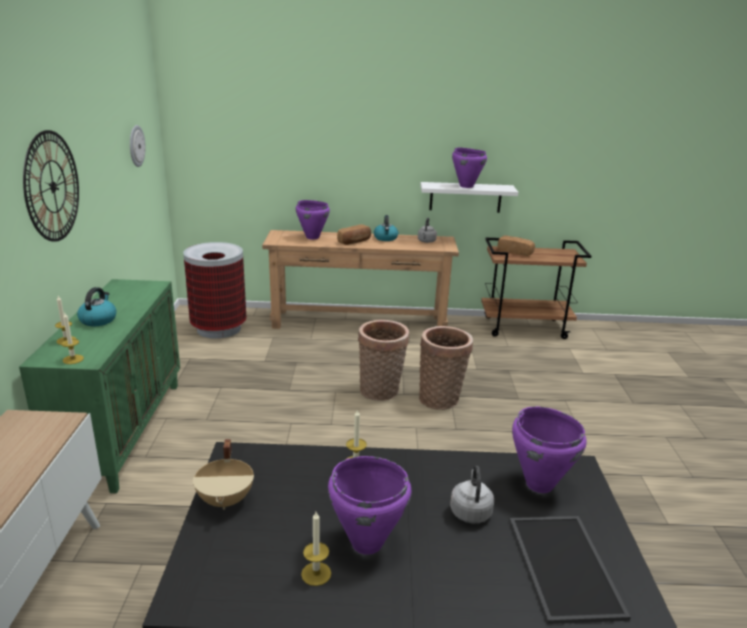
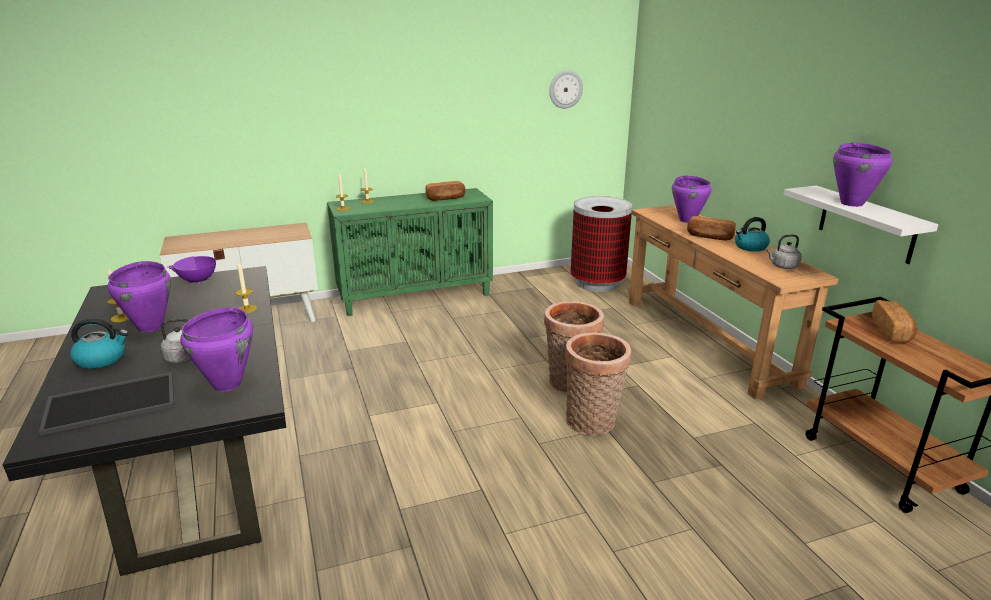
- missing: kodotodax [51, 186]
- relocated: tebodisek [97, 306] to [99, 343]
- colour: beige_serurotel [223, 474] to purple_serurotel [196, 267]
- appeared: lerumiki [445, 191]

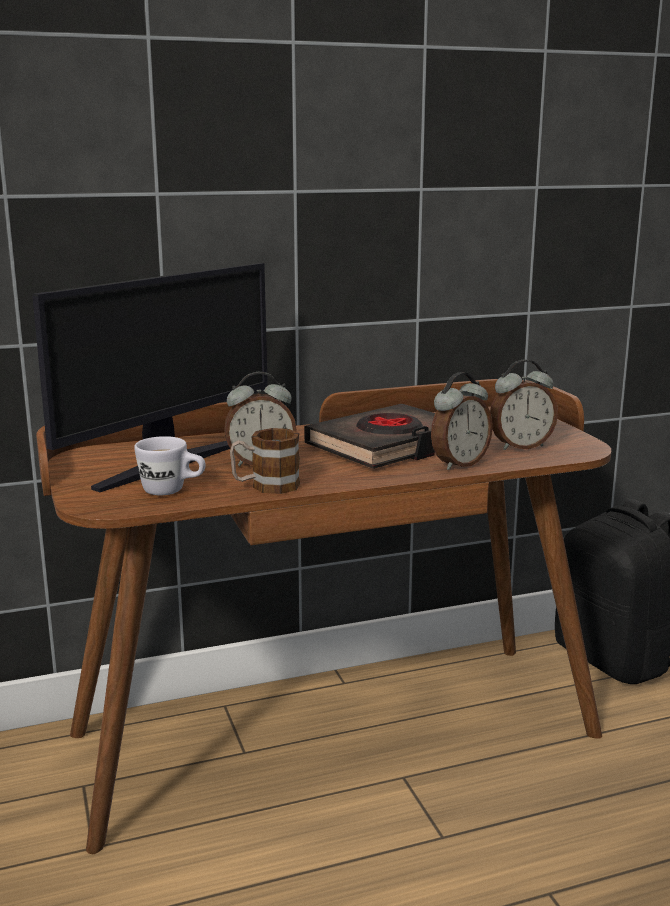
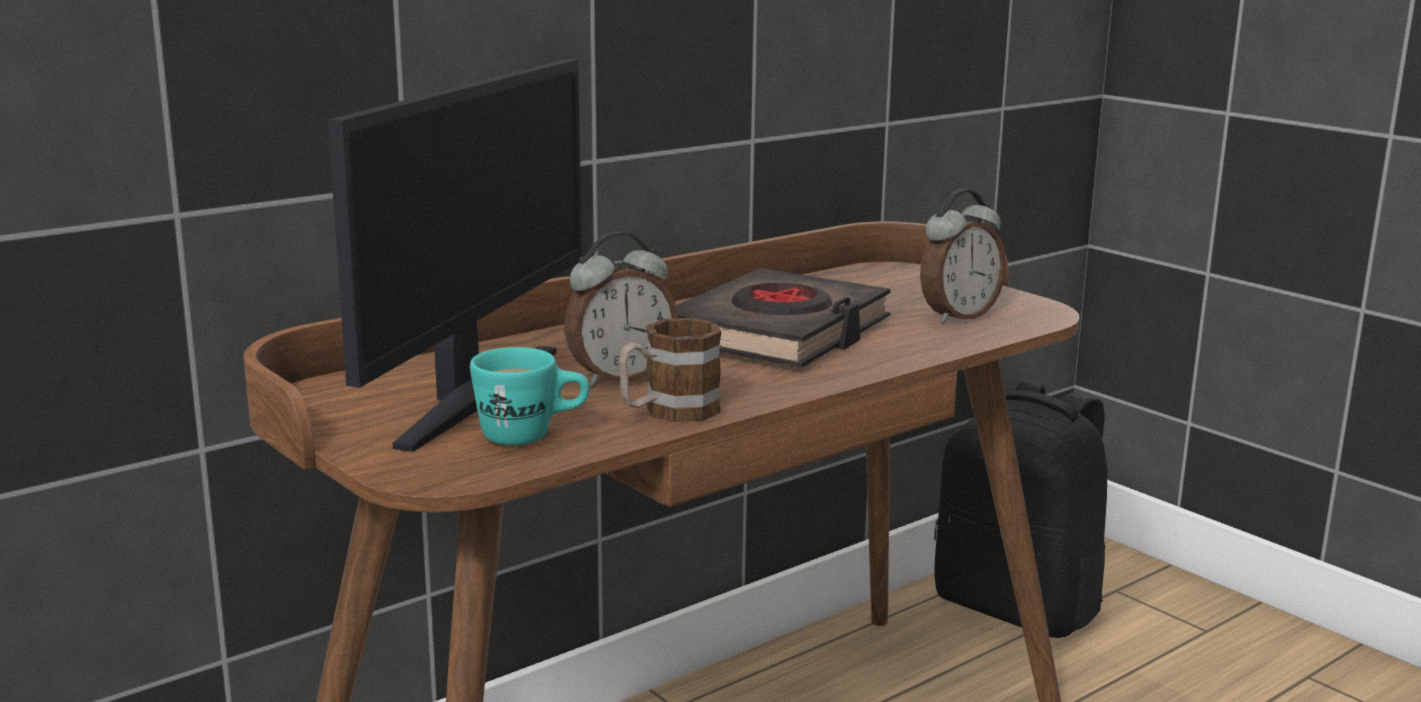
- missing: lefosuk [462, 421]
- colour: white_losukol [170, 465] to turquoise_losukol [529, 396]

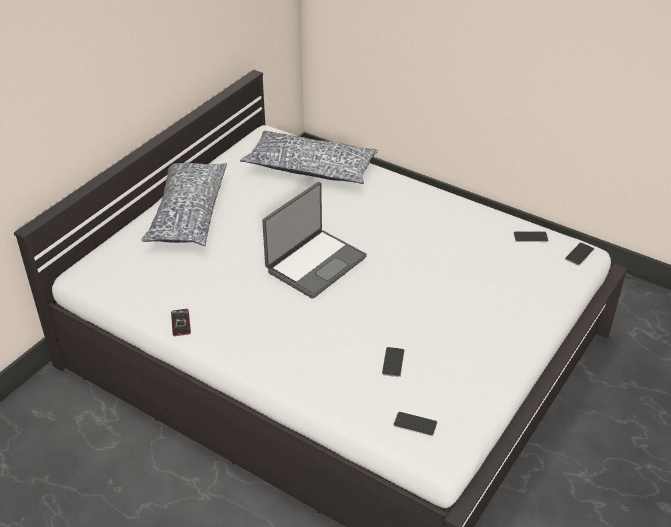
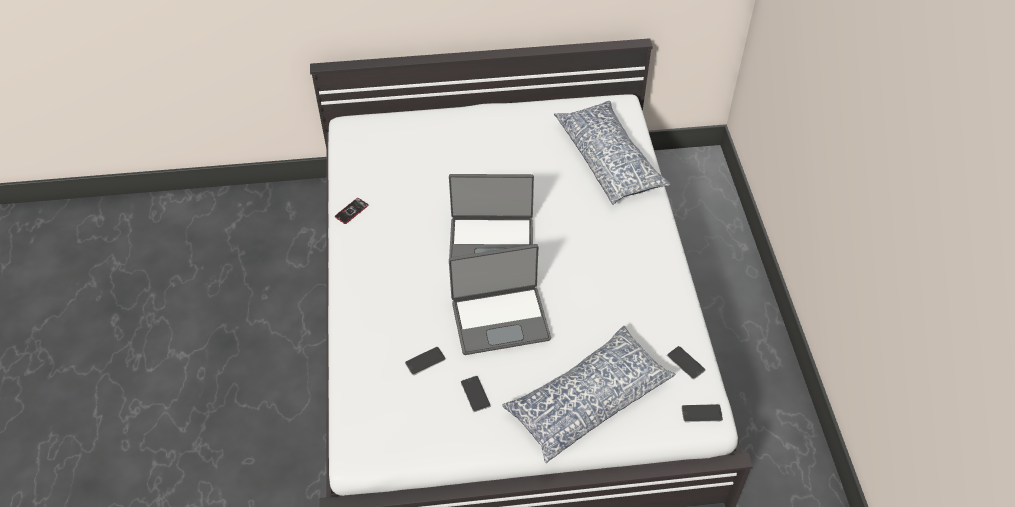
- relocated: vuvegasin [184, 204] to [589, 394]
- relocated: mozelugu [415, 424] to [476, 394]
- appeared: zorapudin [500, 299]

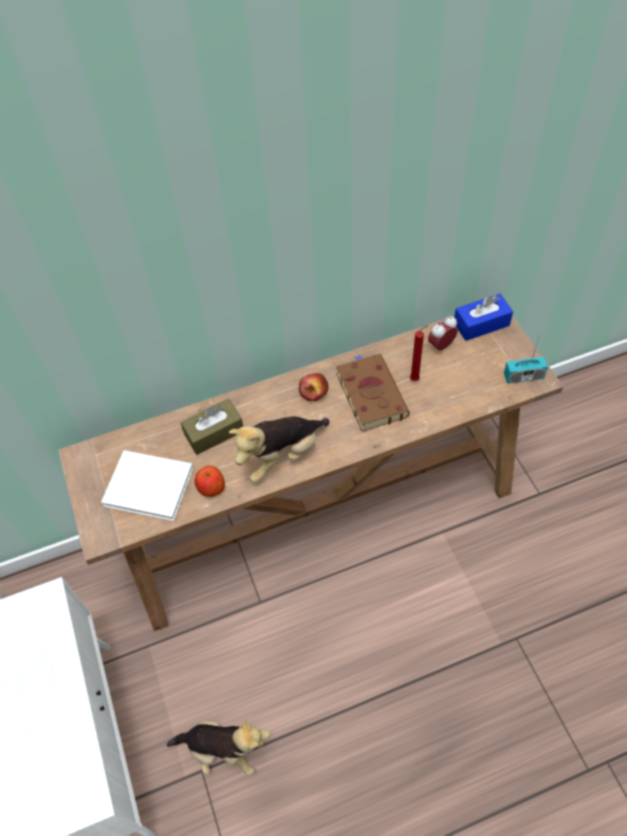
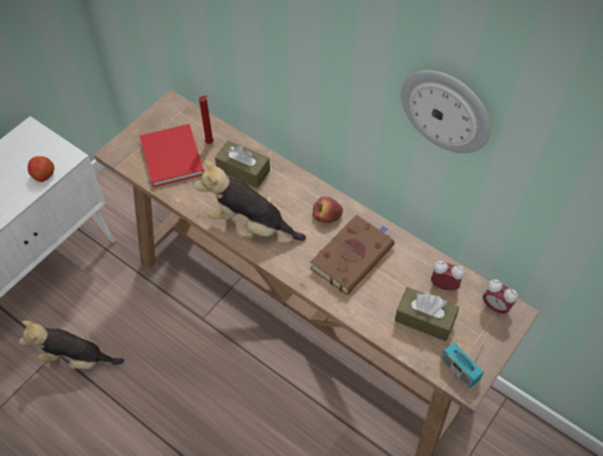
- exchanged: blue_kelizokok [483, 317] to lefosuk [500, 298]
- relocated: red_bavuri [419, 353] to [206, 119]
- colour: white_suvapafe [147, 485] to red_suvapafe [172, 155]
- relocated: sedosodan [210, 481] to [41, 169]
- spun: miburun [218, 747] = [71, 344] 120 degrees clockwise
- appeared: kodotodax [446, 111]
- appeared: brown_kelizokok [427, 314]

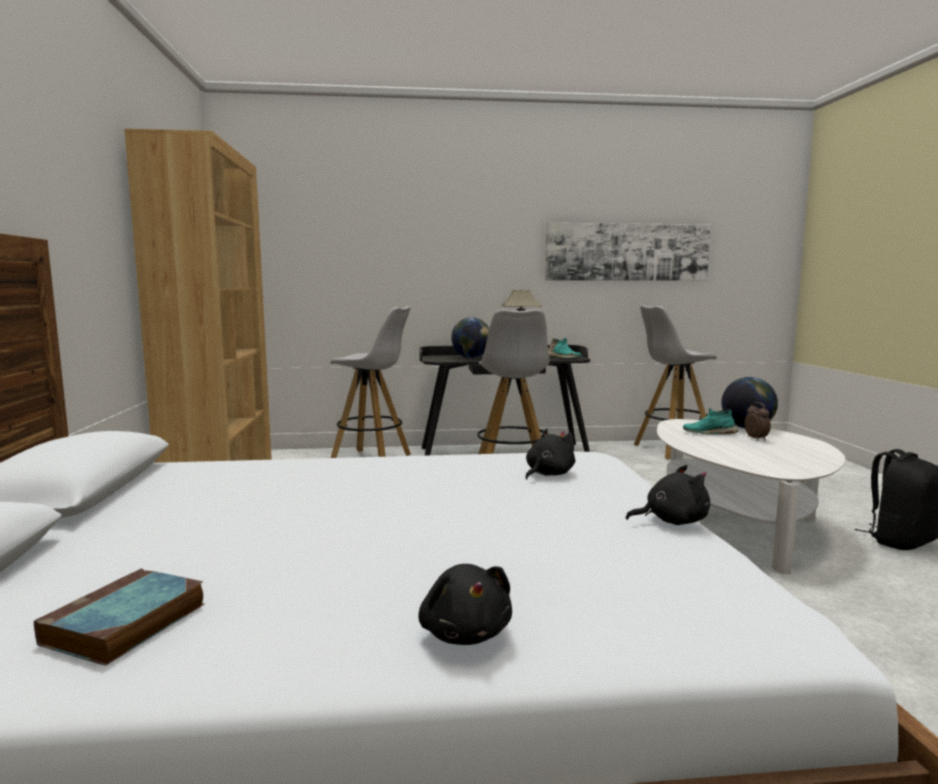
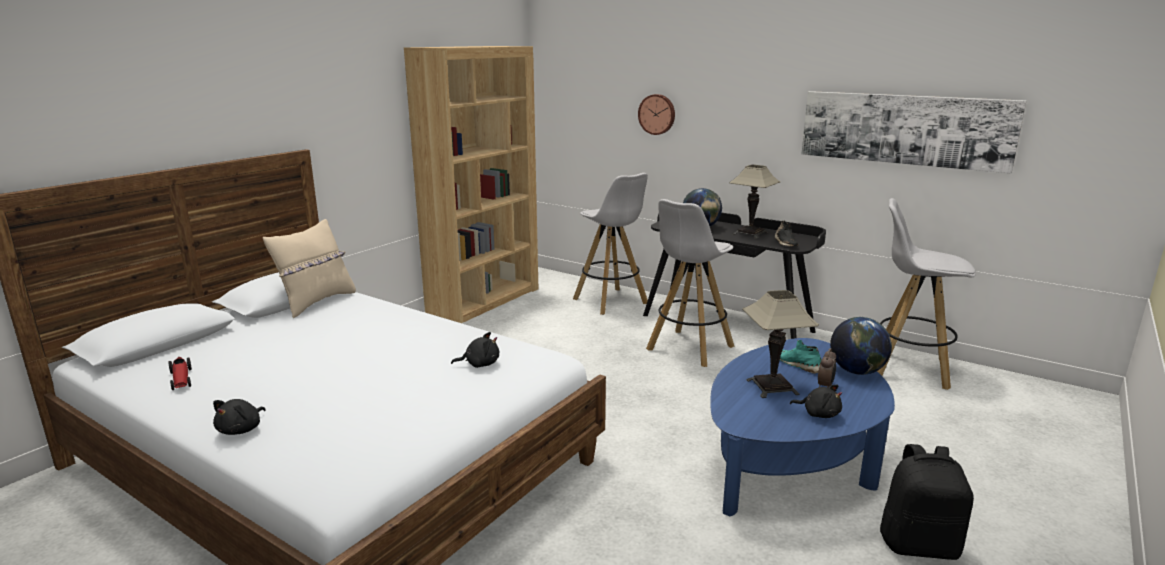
- colour: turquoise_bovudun [564, 348] to black_bovudun [786, 234]
- colour: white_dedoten [751, 496] to blue_dedoten [802, 427]
- relocated: black_miburun [668, 495] to [816, 401]
- exchanged: suvapafe [119, 617] to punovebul [180, 373]
- appeared: kodotodax [656, 114]
- appeared: beige_vuvegasin [309, 268]
- appeared: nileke [780, 344]

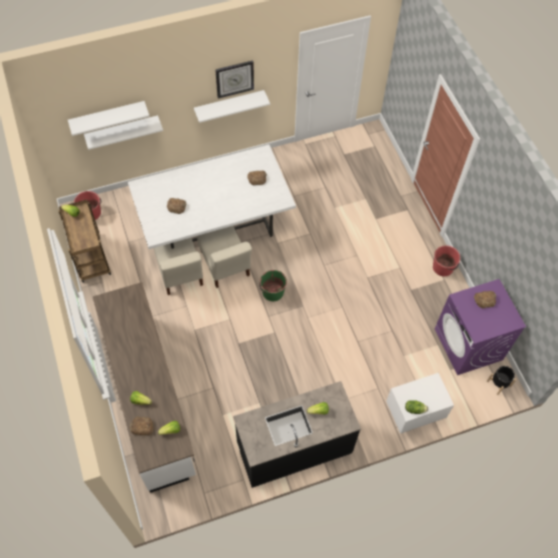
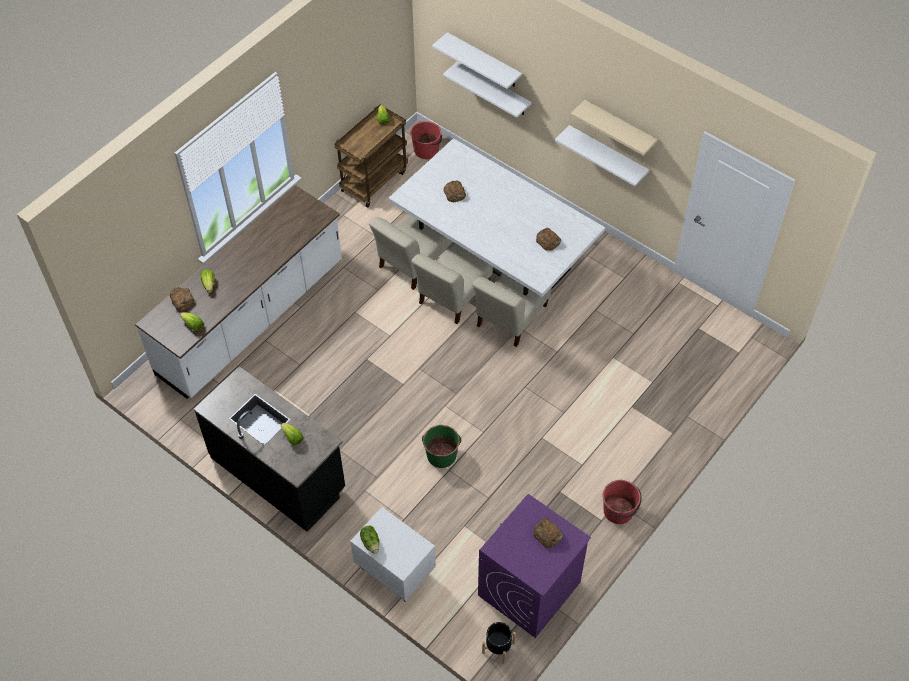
- exchanged: kodotodax [234, 79] to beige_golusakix [614, 128]
- relocated: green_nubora [273, 285] to [441, 446]
- appeared: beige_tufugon [512, 310]

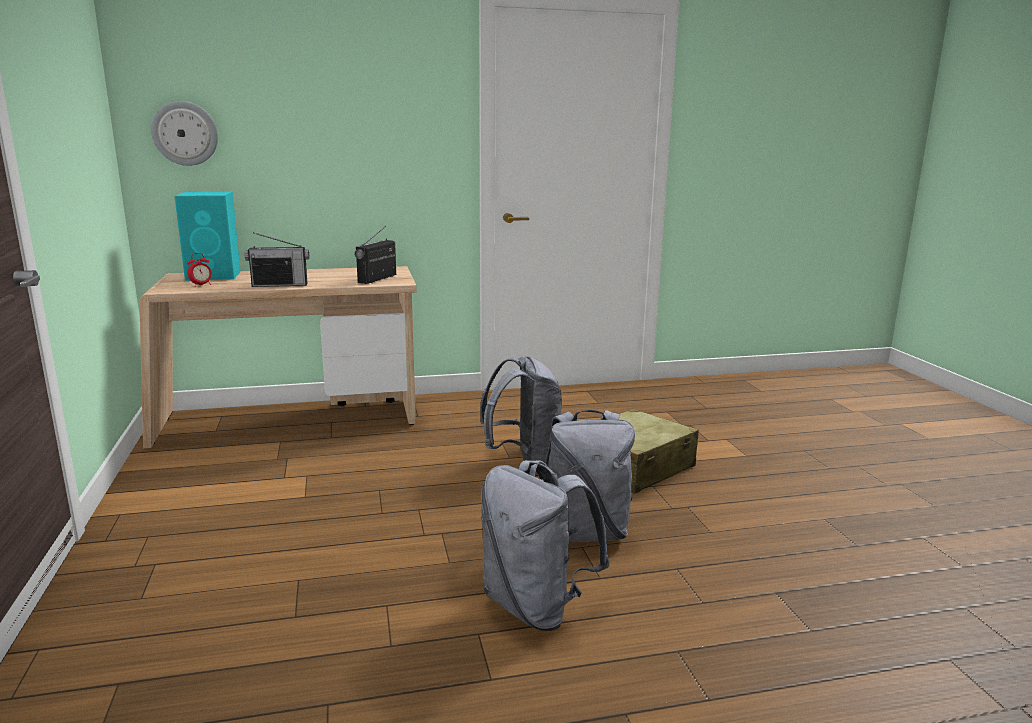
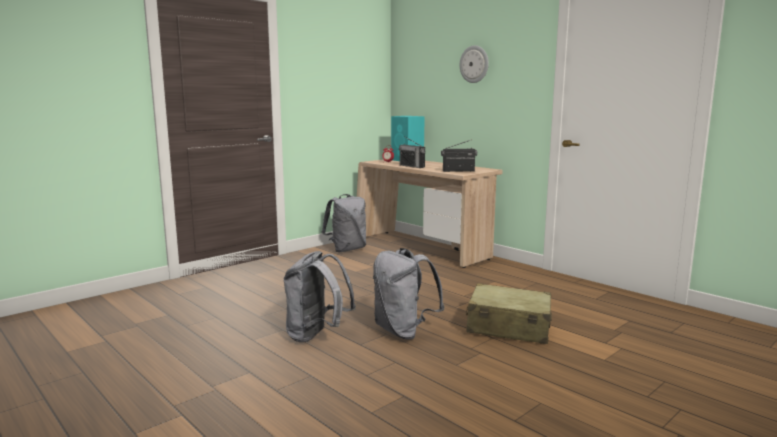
- relocated: kodotodax [184, 133] to [474, 64]
- relocated: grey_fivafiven [521, 409] to [344, 223]

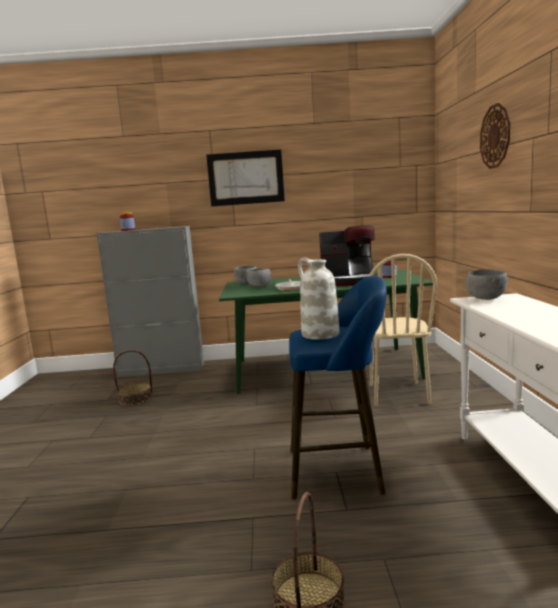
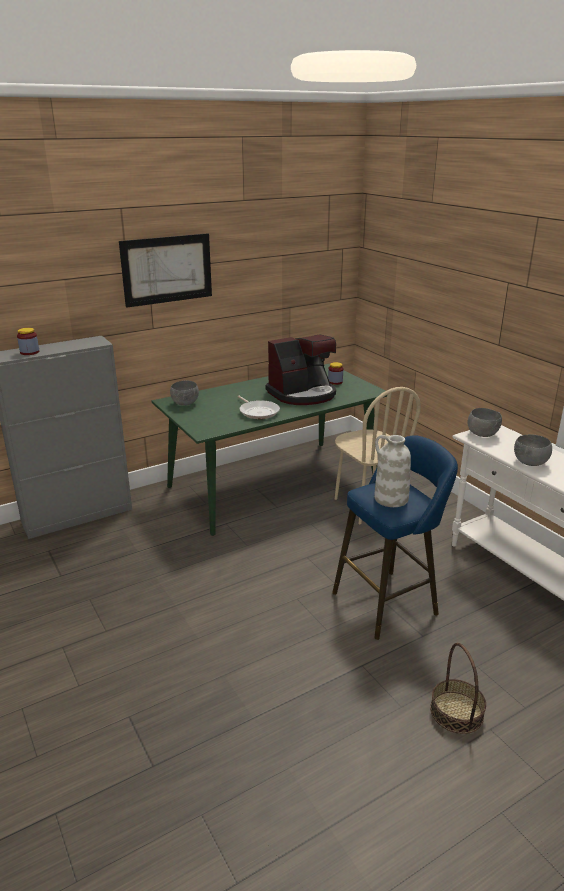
- missing: kodotodax [495, 136]
- relocated: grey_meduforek [258, 277] to [533, 450]
- missing: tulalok [133, 378]

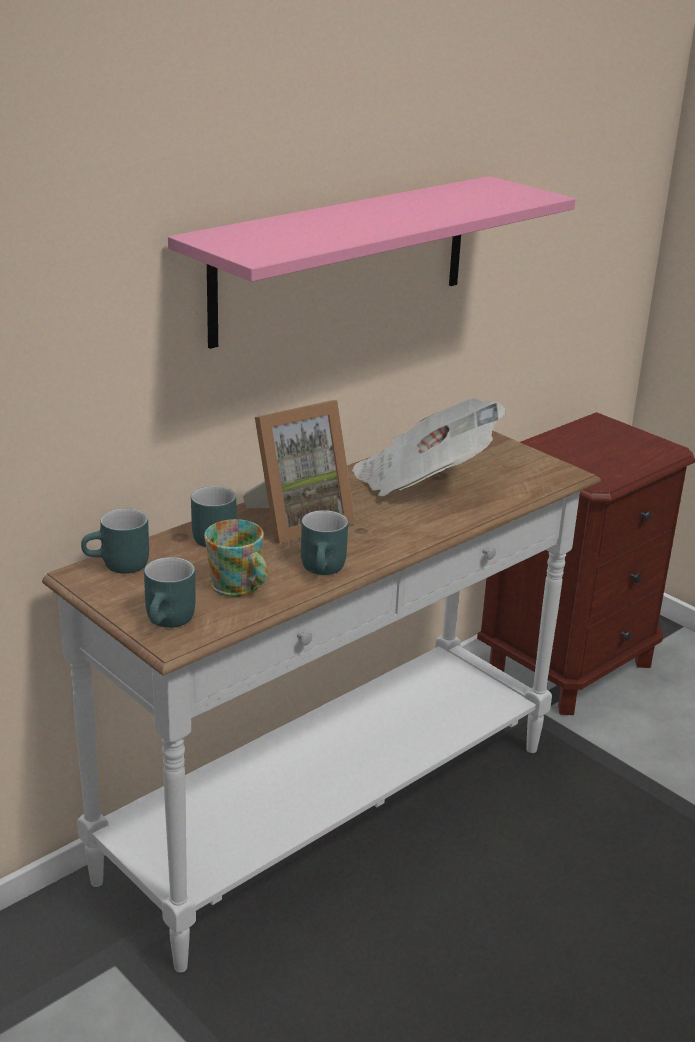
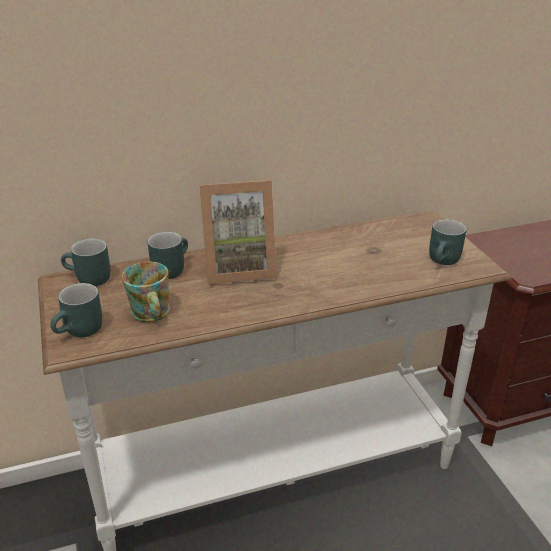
- missing: pink_golusakix [372, 262]
- missing: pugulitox [429, 447]
- relocated: turquoise_losukol [324, 542] to [447, 242]

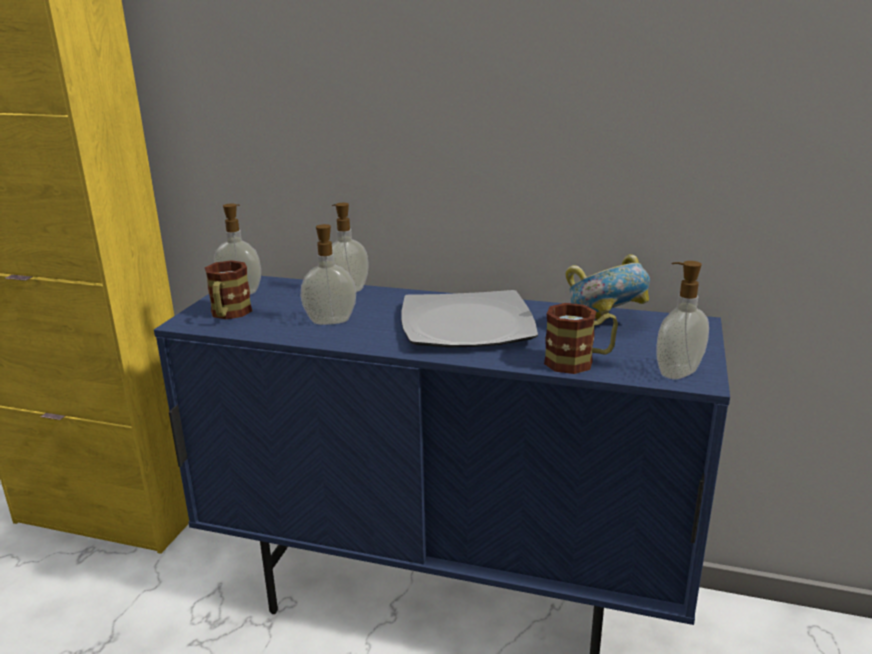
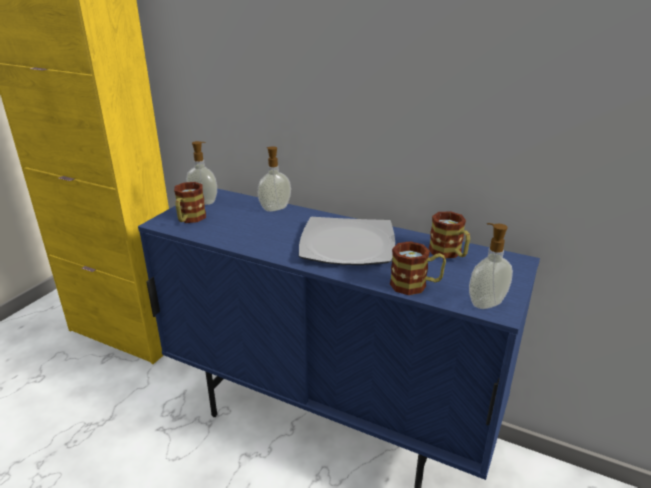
- missing: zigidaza [328, 274]
- exchanged: meduforek [607, 287] to losukol [449, 234]

